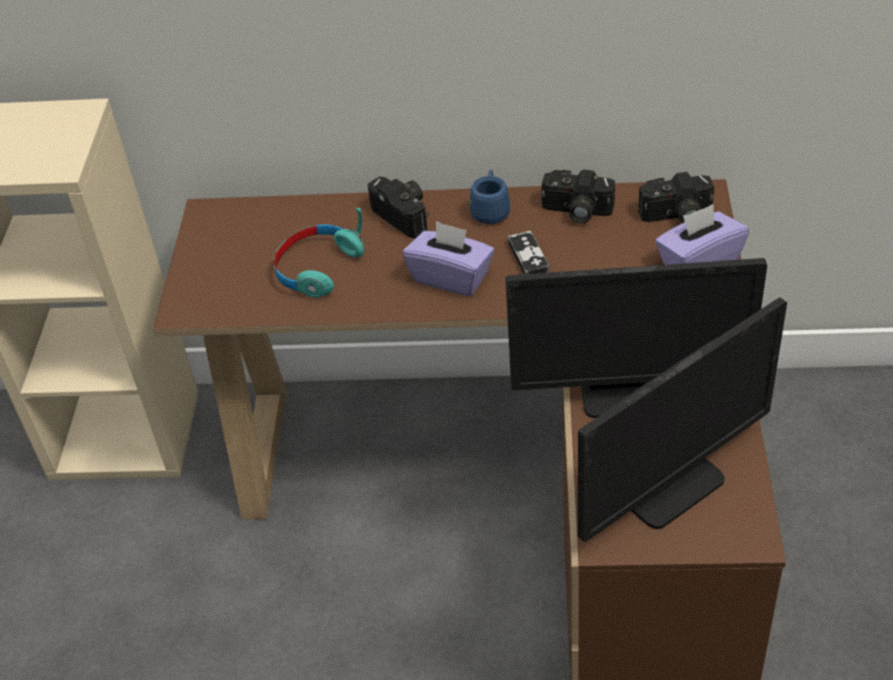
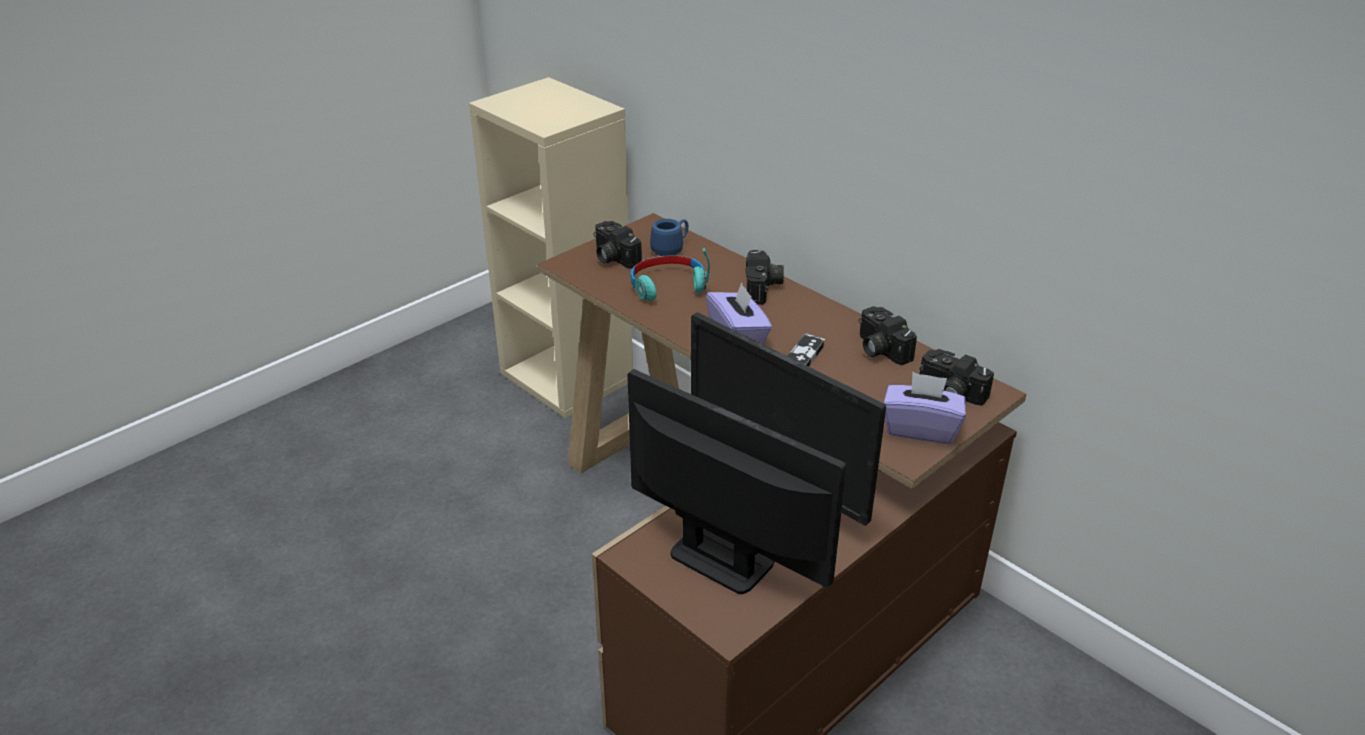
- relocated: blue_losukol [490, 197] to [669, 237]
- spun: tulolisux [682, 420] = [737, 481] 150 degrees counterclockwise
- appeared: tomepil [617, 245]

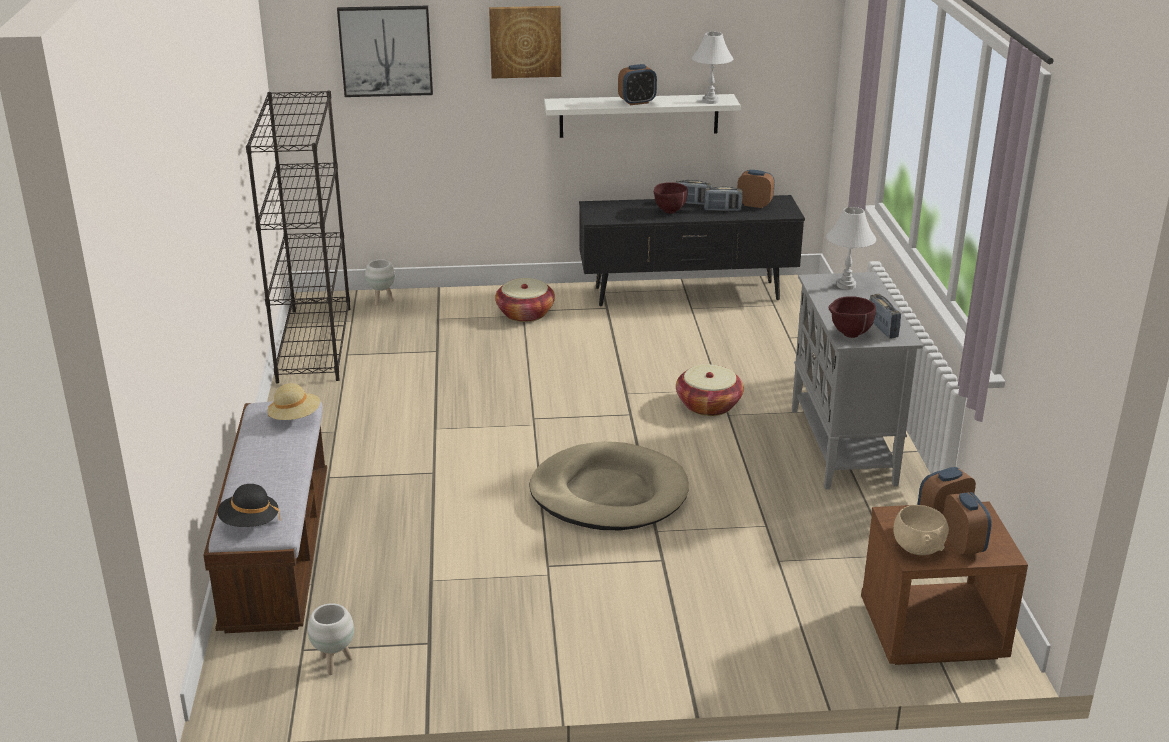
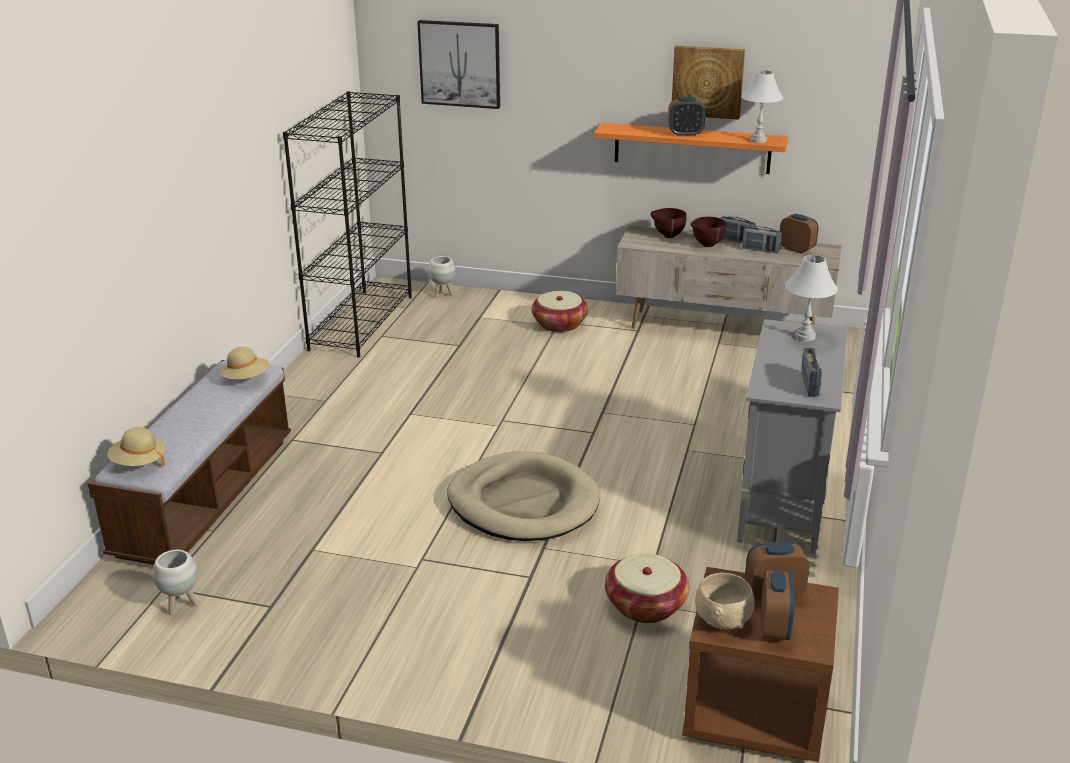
- relocated: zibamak [525, 42] to [708, 83]
- colour: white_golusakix [642, 116] to orange_golusakix [691, 148]
- colour: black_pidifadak [692, 250] to beige_pidifadak [729, 276]
- relocated: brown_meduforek [852, 317] to [669, 223]
- relocated: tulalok [710, 390] to [647, 588]
- colour: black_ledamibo [249, 505] to beige_ledamibo [137, 446]

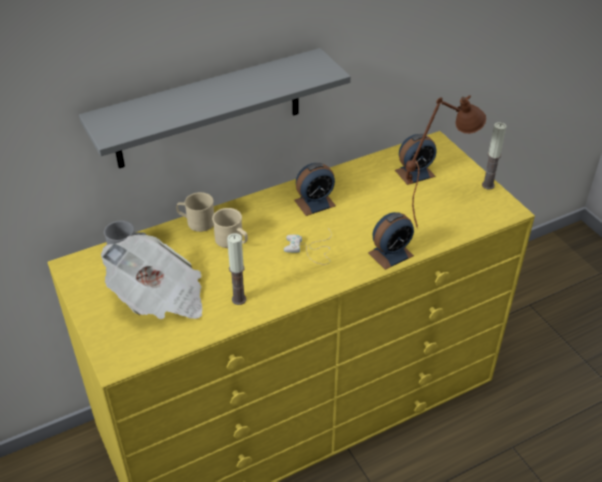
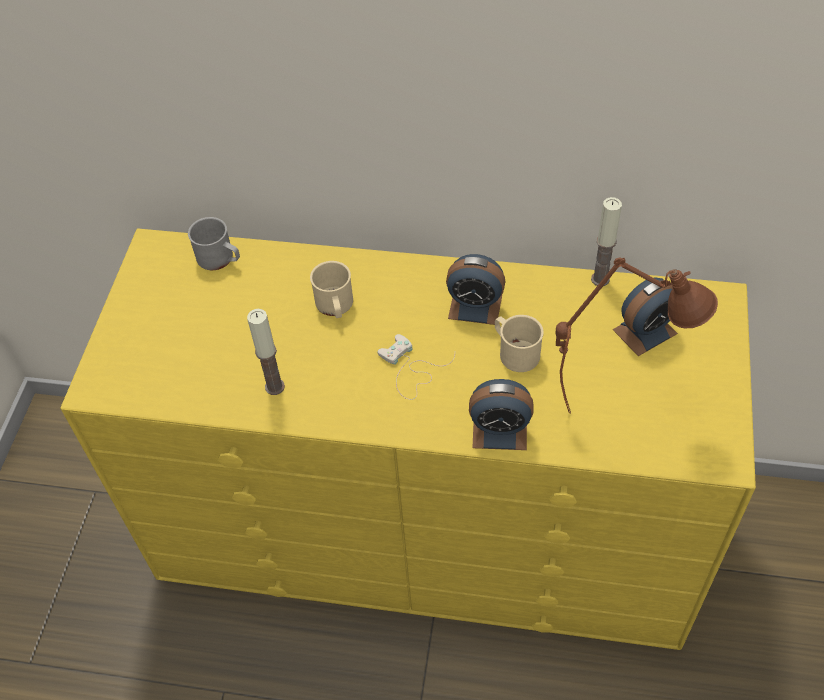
- missing: grey_golusakix [215, 108]
- relocated: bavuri [494, 156] to [606, 241]
- spun: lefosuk [415, 159] = [645, 316] 45 degrees counterclockwise
- relocated: beige_losukol [195, 212] to [519, 343]
- missing: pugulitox [151, 277]

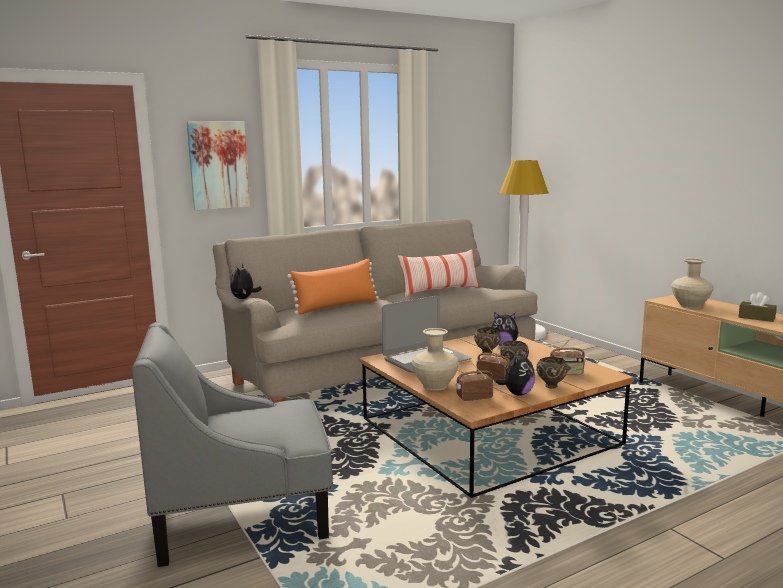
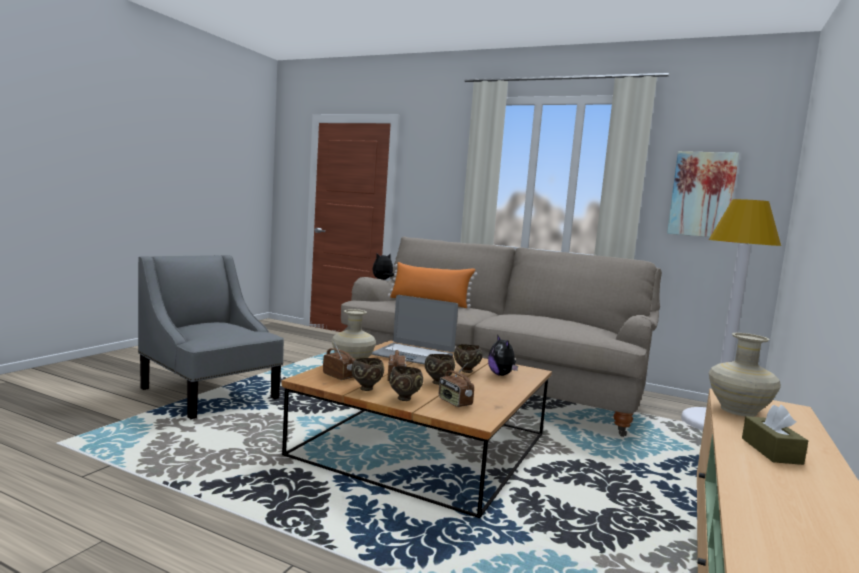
- relocated: zibamak [218, 165] to [703, 194]
- missing: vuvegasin [439, 273]
- exchanged: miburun [515, 373] to brown_meduforek [367, 374]

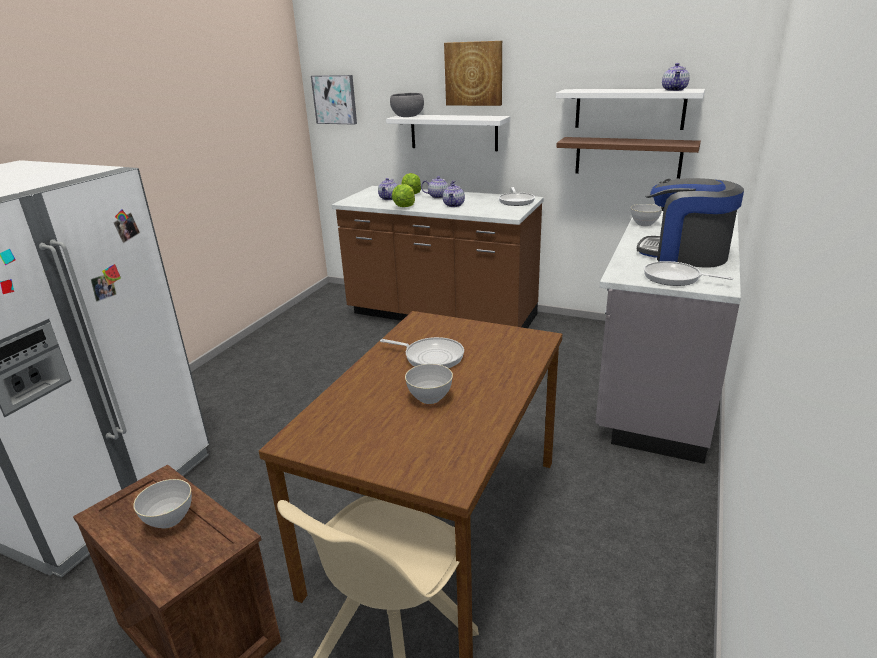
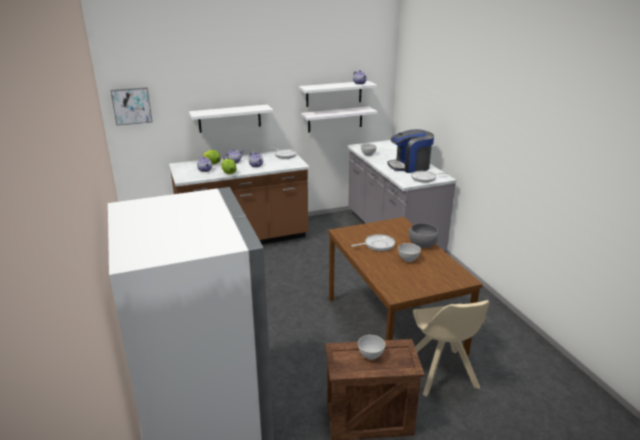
- missing: zibamak [473, 73]
- relocated: grey_meduforek [407, 105] to [424, 235]
- colour: brown_golusakix [628, 158] to white_golusakix [339, 119]

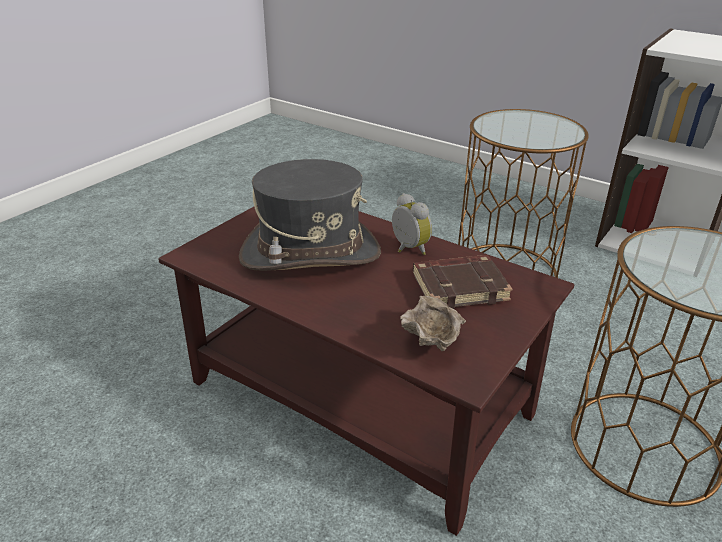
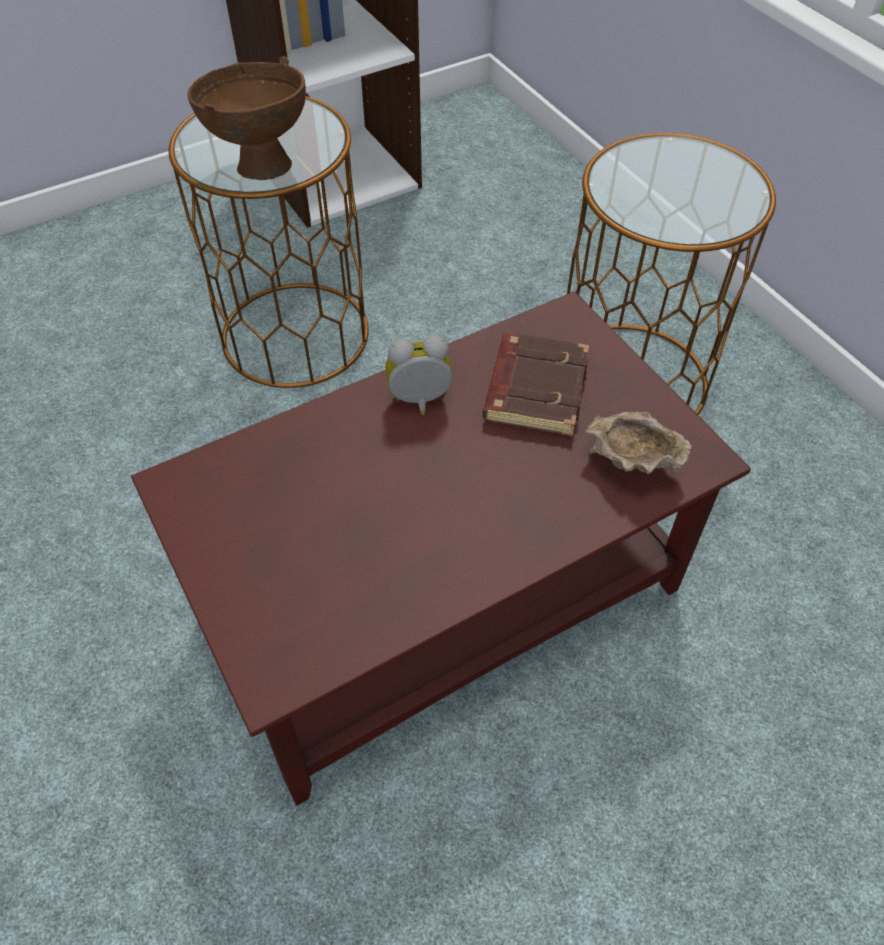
- missing: grey_ledamibo [310, 215]
- appeared: brown_meduforek [246, 118]

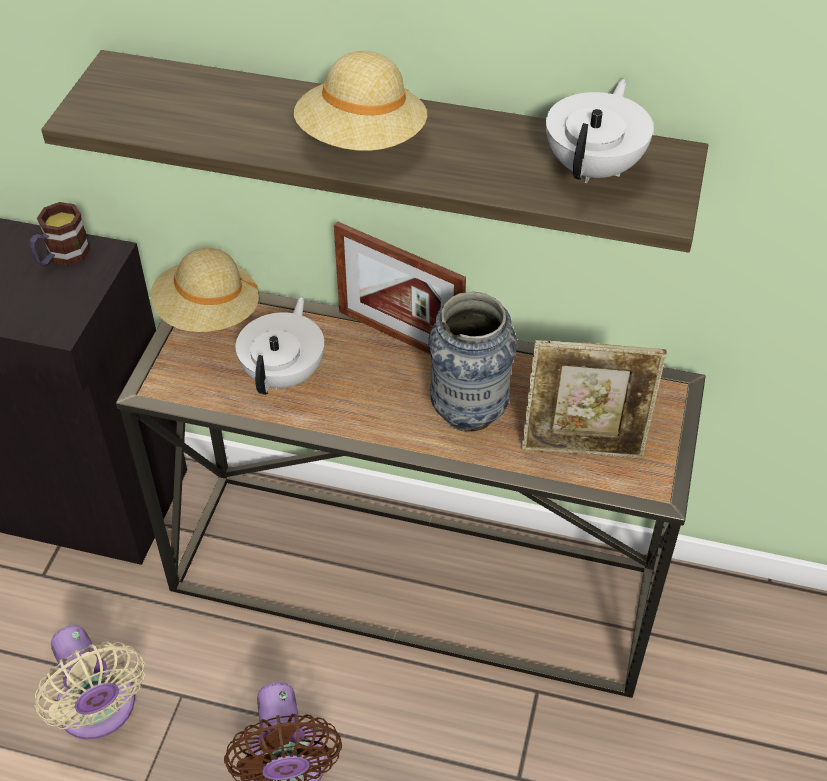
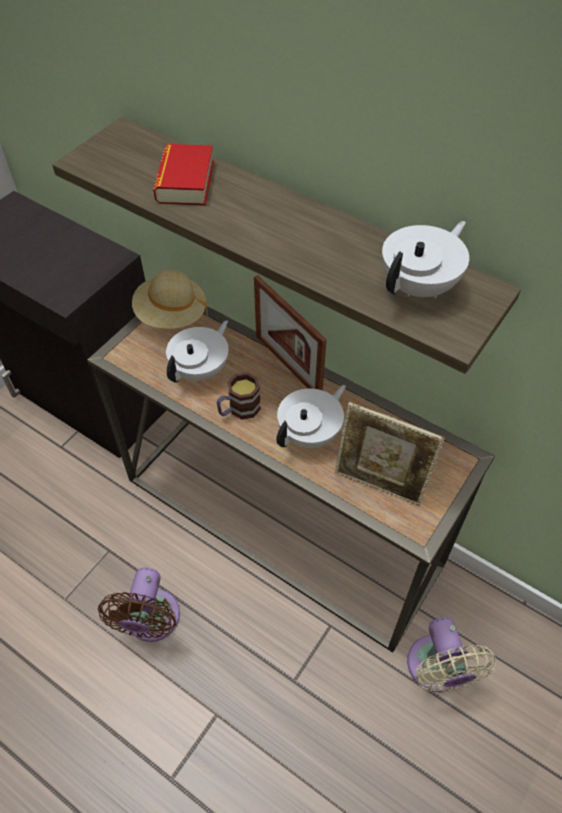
- missing: beige_ledamibo [360, 101]
- relocated: losukol [60, 234] to [239, 395]
- exchanged: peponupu [472, 362] to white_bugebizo [311, 416]
- relocated: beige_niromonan [89, 682] to [451, 654]
- appeared: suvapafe [183, 174]

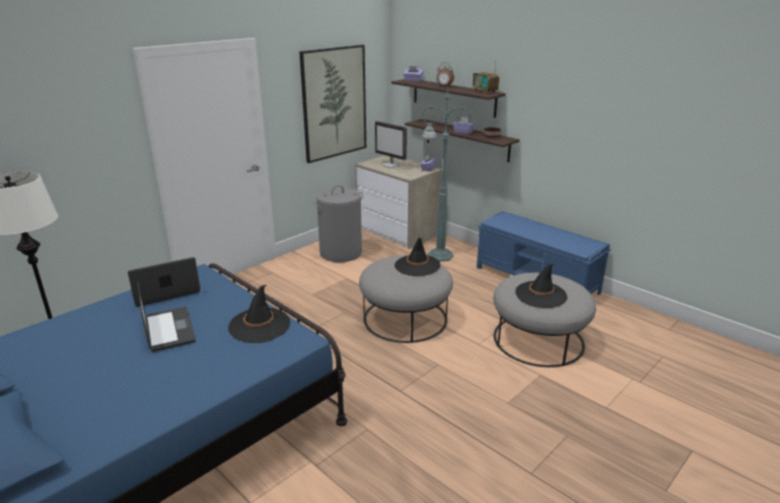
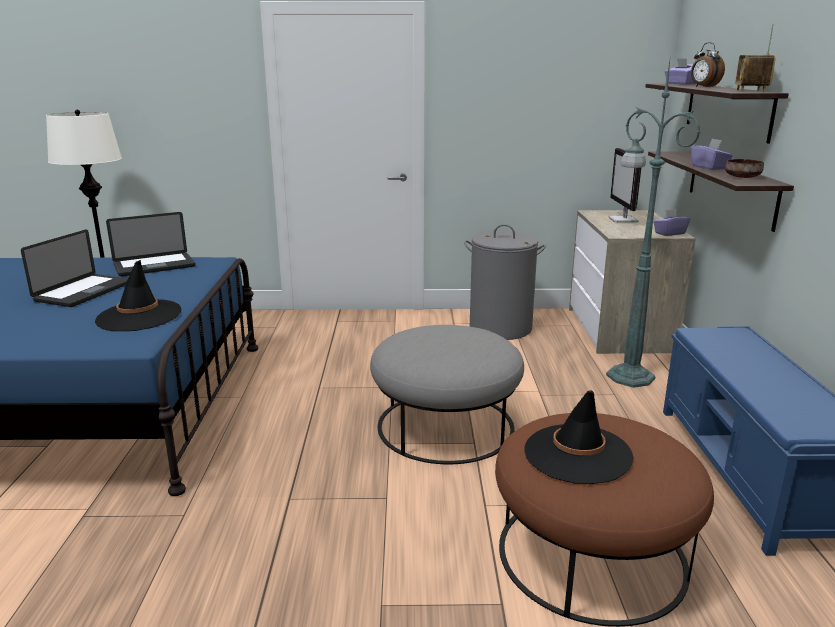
- missing: zibamak [332, 104]
- missing: black_ledamibo [417, 257]
- spun: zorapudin [164, 282] = [151, 244] 135 degrees clockwise
- colour: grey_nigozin [544, 320] to brown_nigozin [604, 520]

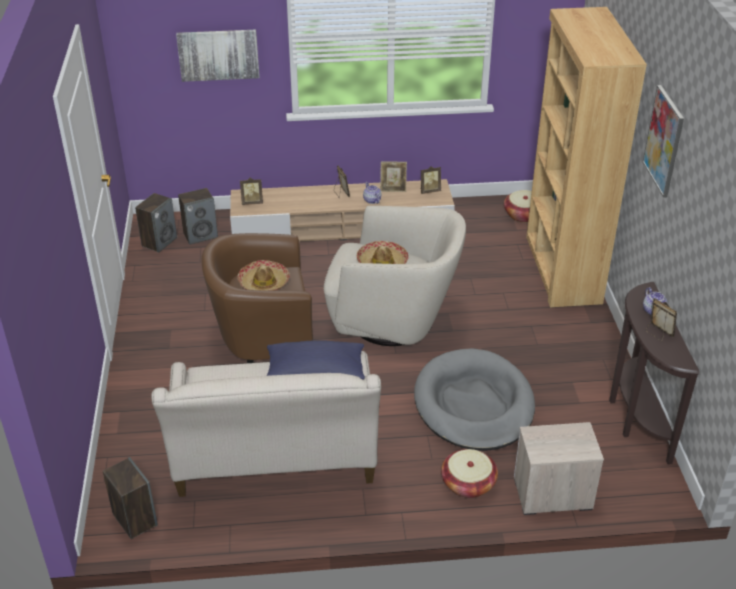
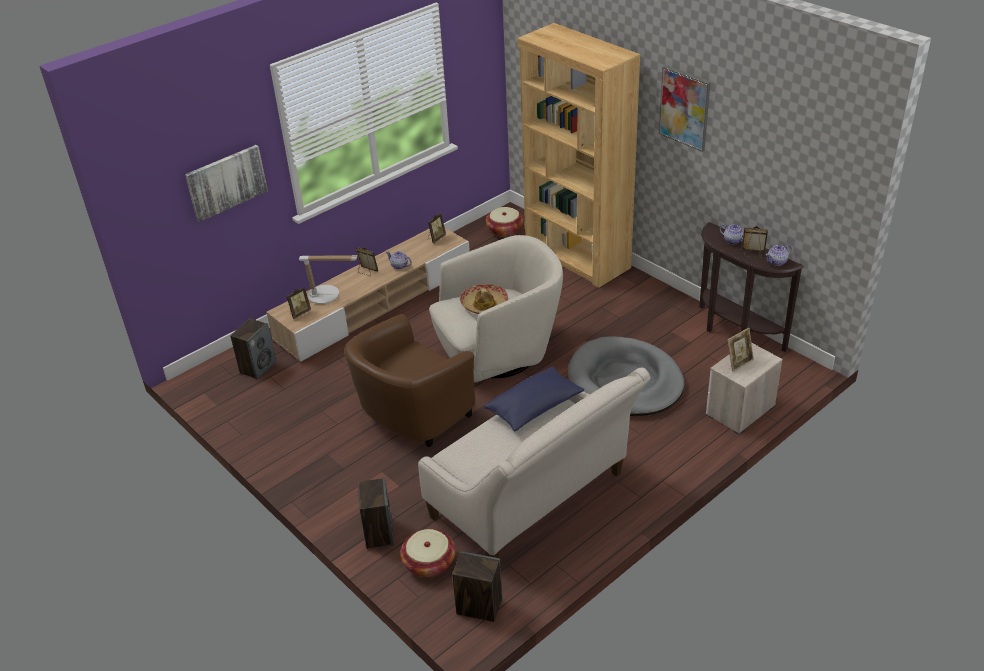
- relocated: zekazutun [393, 176] to [740, 350]
- relocated: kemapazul [156, 223] to [376, 513]
- missing: ledamibo [263, 275]
- relocated: tulalok [469, 473] to [427, 553]
- appeared: bugebizo [778, 255]
- appeared: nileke [328, 279]

